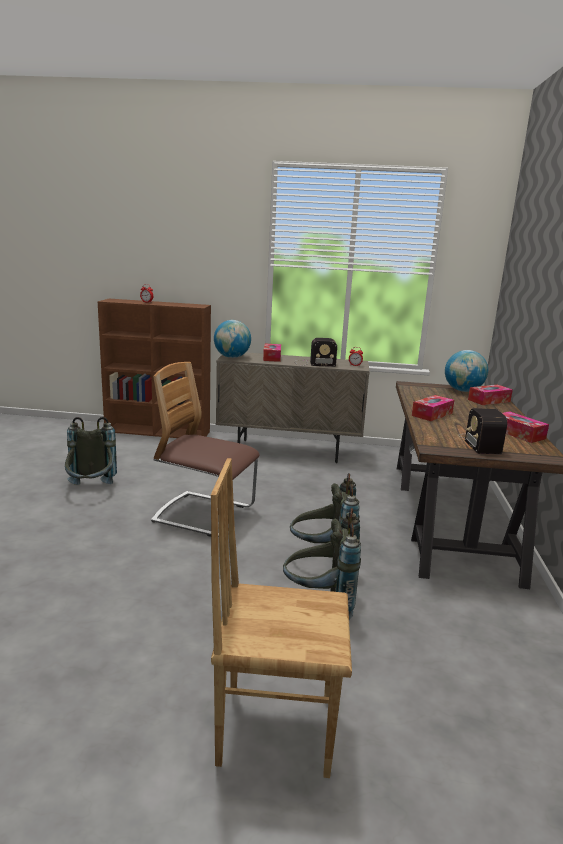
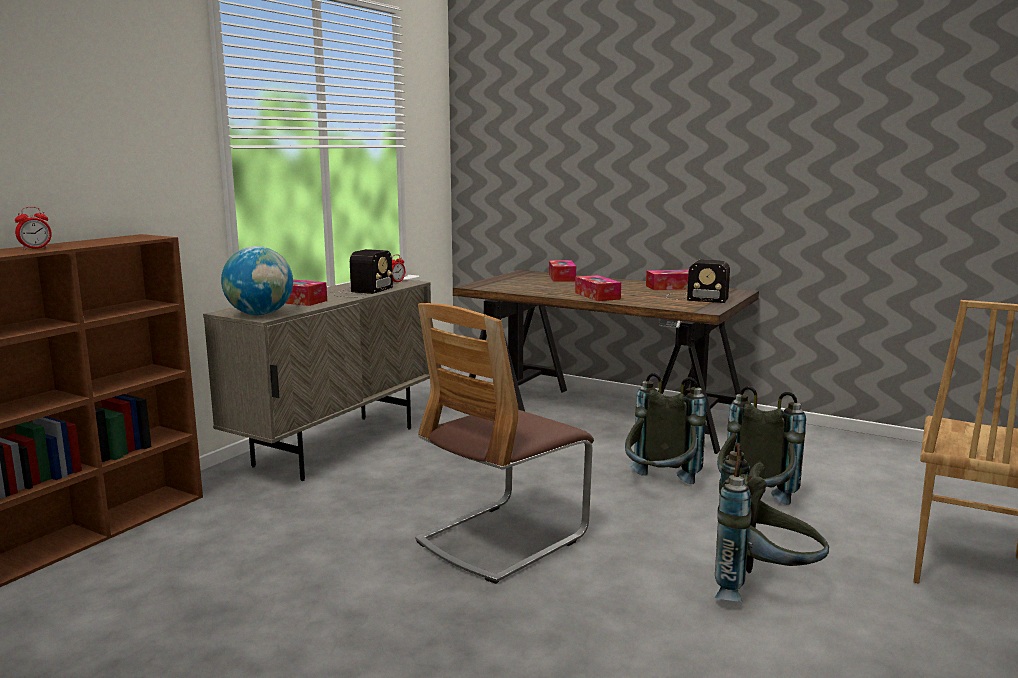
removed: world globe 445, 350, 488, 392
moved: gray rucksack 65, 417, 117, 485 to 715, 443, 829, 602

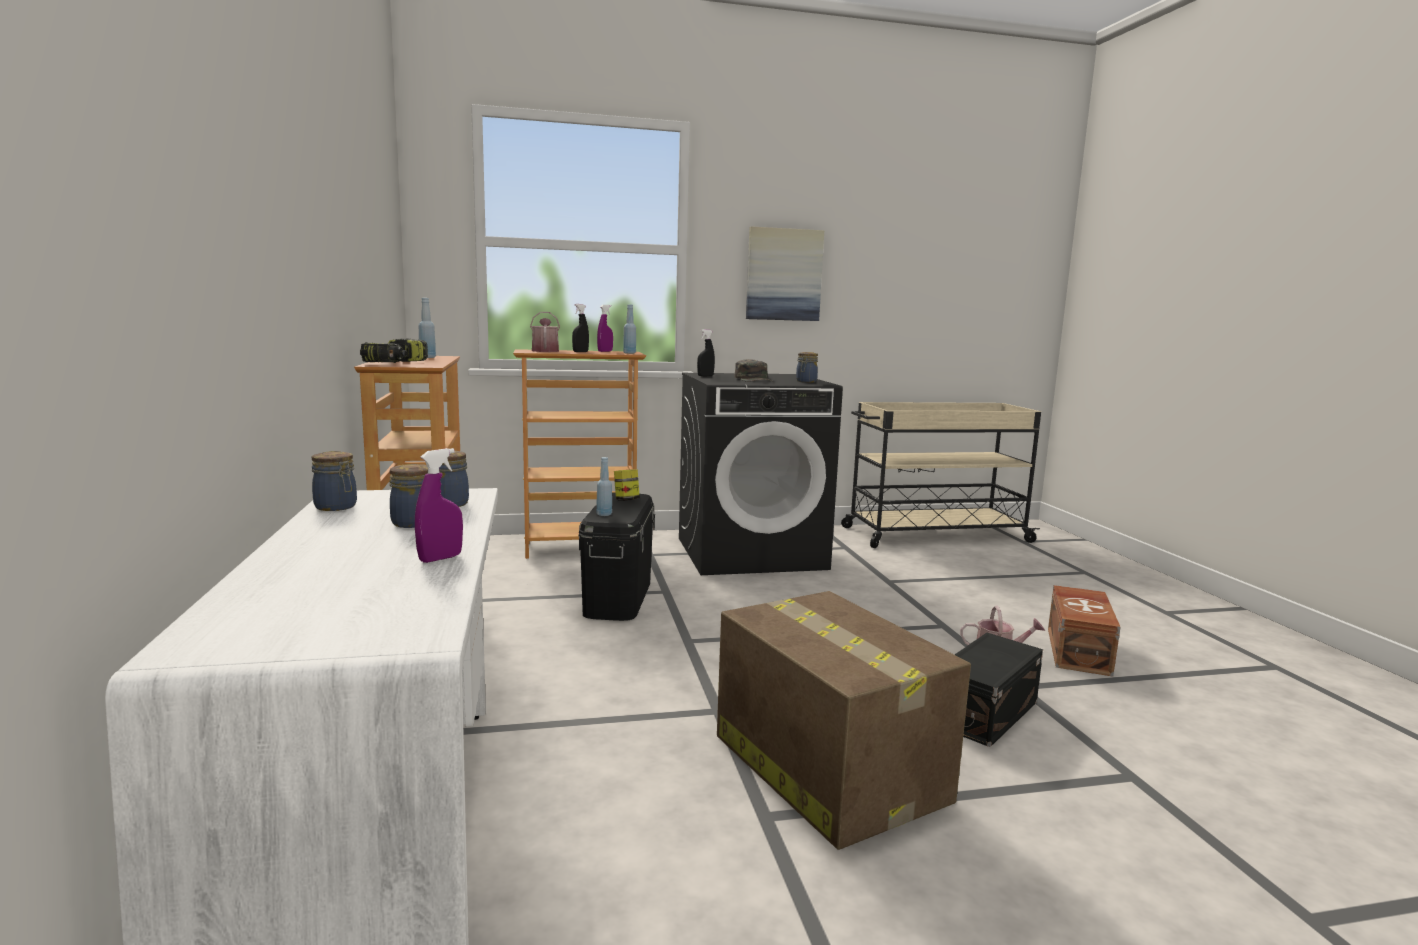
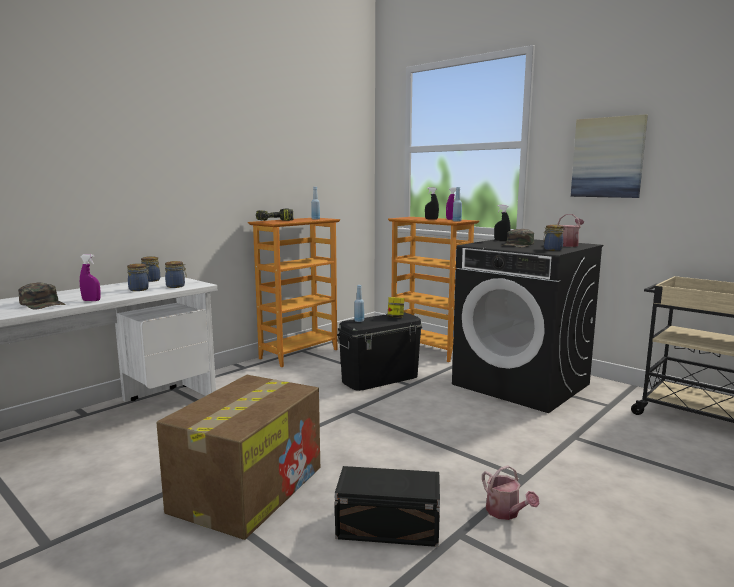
removed: brown storage box 1048, 585, 1121, 677
added: green cap 18, 283, 66, 310
moved: watering pot 530, 312, 560, 352 to 557, 214, 584, 247

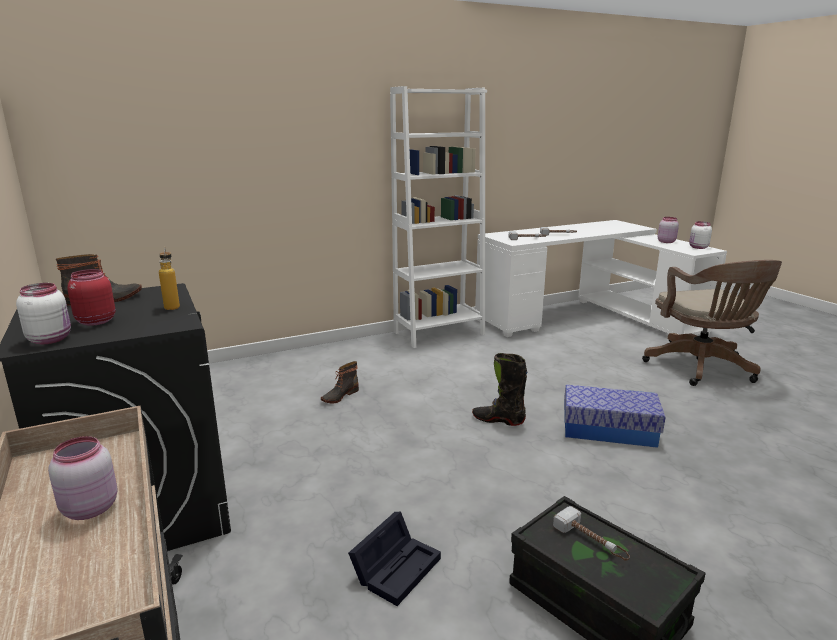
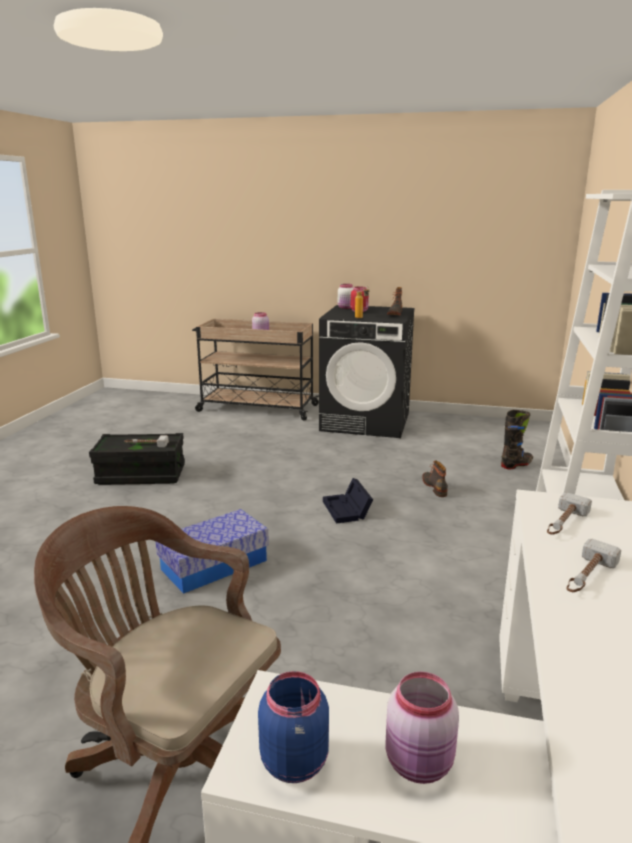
moved: black-coloured boot 472, 353, 527, 426 to 501, 410, 533, 470; black-coloured storage box 348, 512, 441, 606 to 323, 478, 373, 524
recoloured: white-coloured jar 689, 221, 712, 249 to blue jar 258, 671, 329, 783

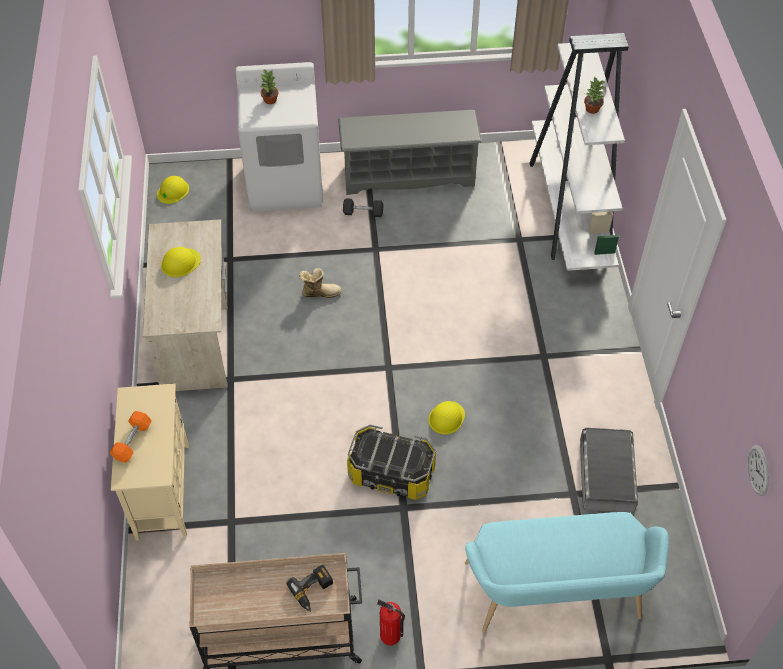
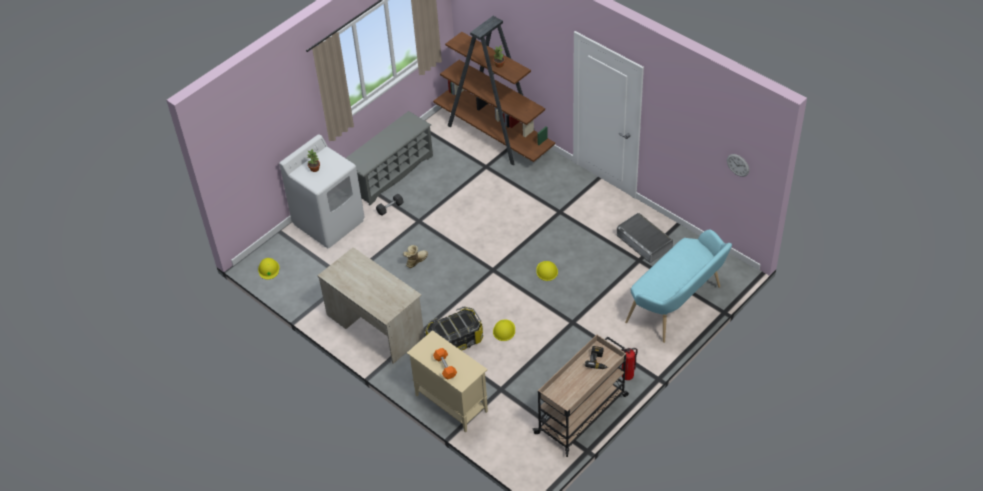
moved: yellowish hard hat 161, 247, 201, 277 to 493, 320, 515, 341; storage box 347, 425, 436, 500 to 425, 306, 483, 351
recoloured: white-coloured bookshelf 530, 33, 629, 271 to brown bookshelf 433, 16, 555, 165

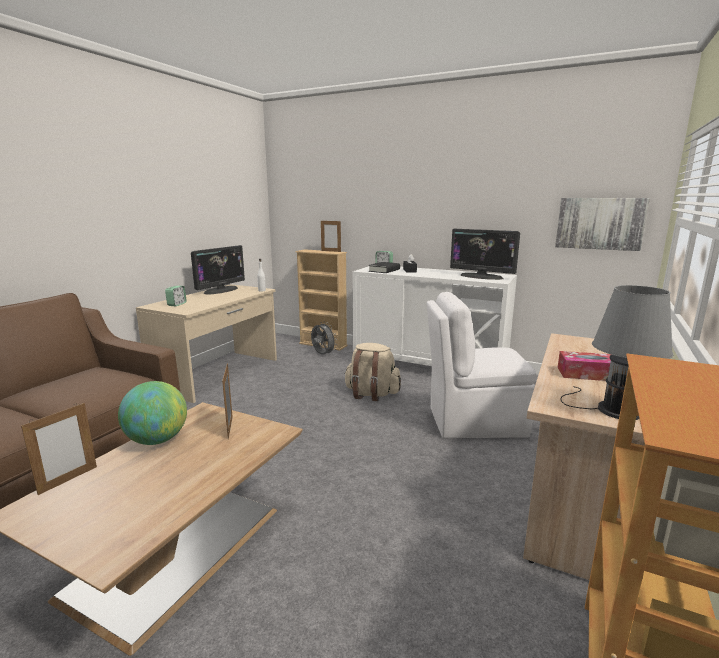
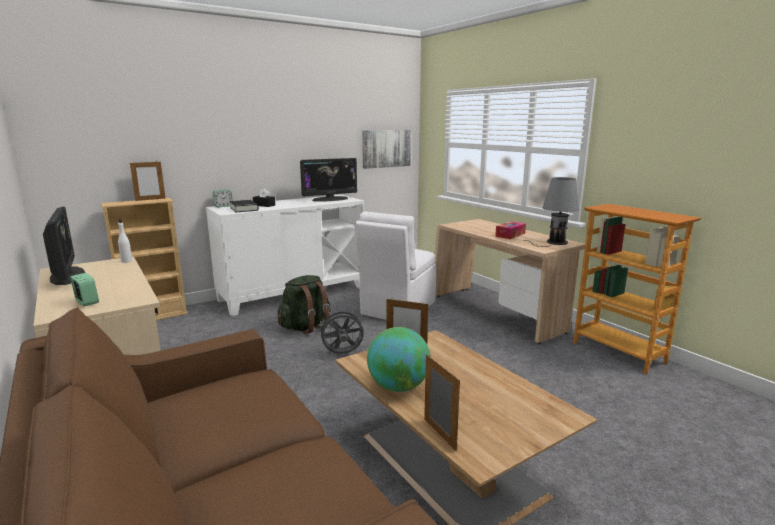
moved: gray fan 311, 322, 337, 355 to 318, 308, 365, 354
recoloured: beige-coloured rucksack 344, 343, 401, 401 to green rucksack 278, 275, 331, 334

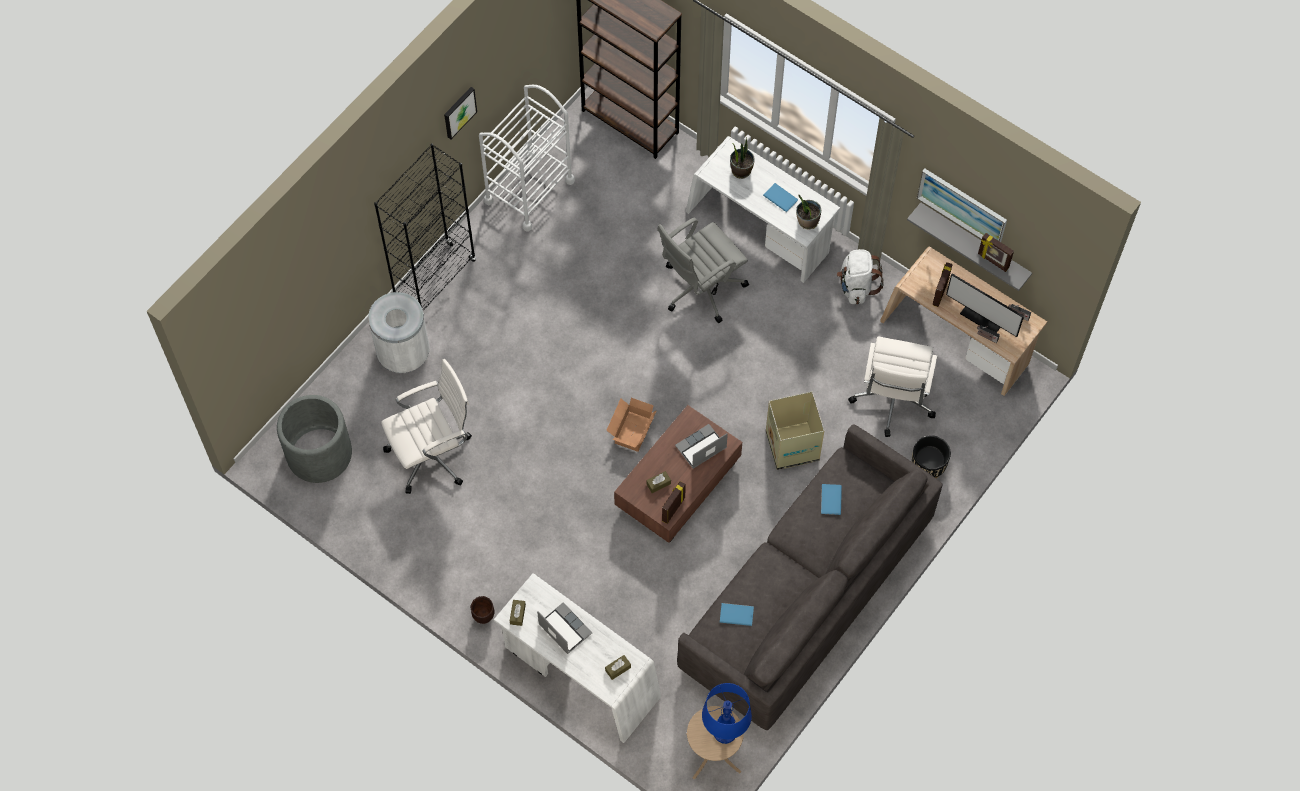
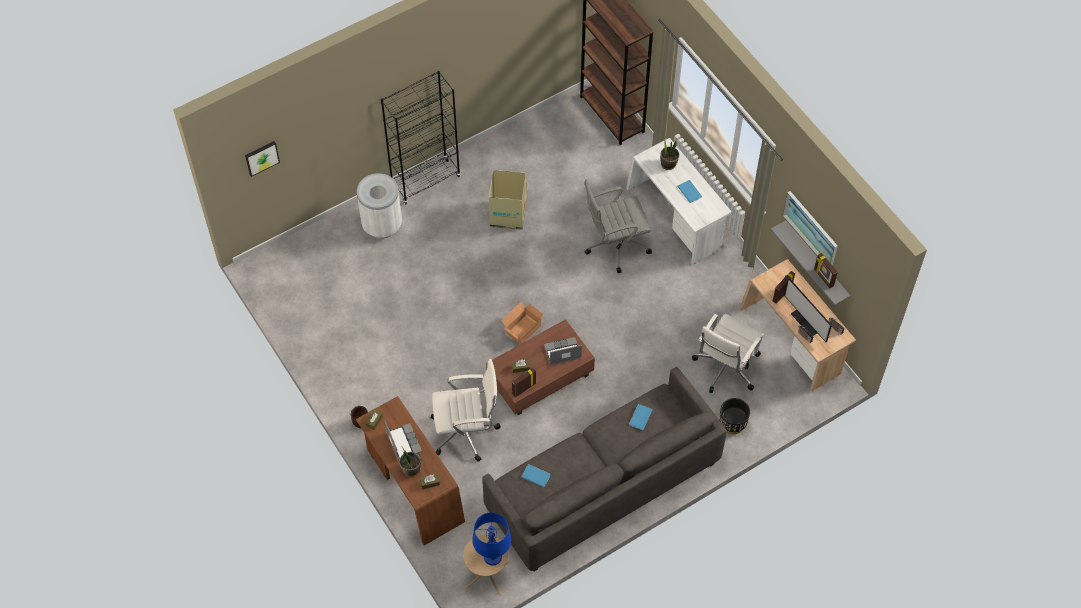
removed: white-coloured wheeled cart 479, 85, 575, 232; white-coloured rucksack 837, 249, 884, 304; gray plant pot 277, 395, 352, 483
moved: wall picture 444, 87, 477, 139 to 245, 141, 280, 177; houseplant 796, 195, 821, 230 to 399, 447, 421, 477; white-coloured computer chair 381, 359, 472, 494 to 431, 359, 501, 461; cardboard box 766, 392, 824, 470 to 489, 170, 527, 230
recoloured: white-coloured desk 494, 573, 661, 743 to brown desk 356, 396, 465, 546

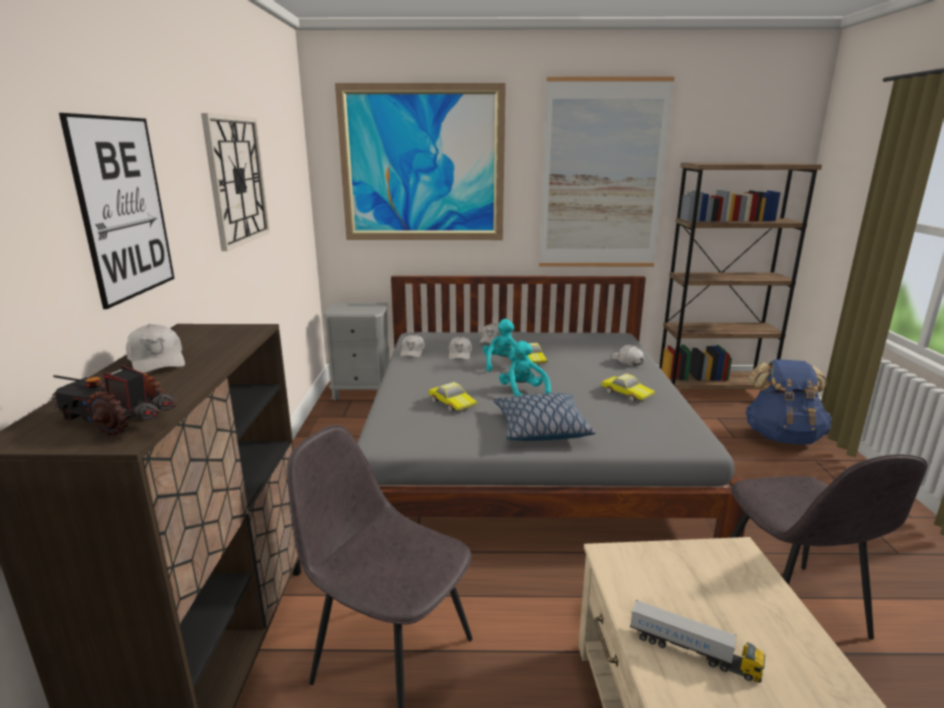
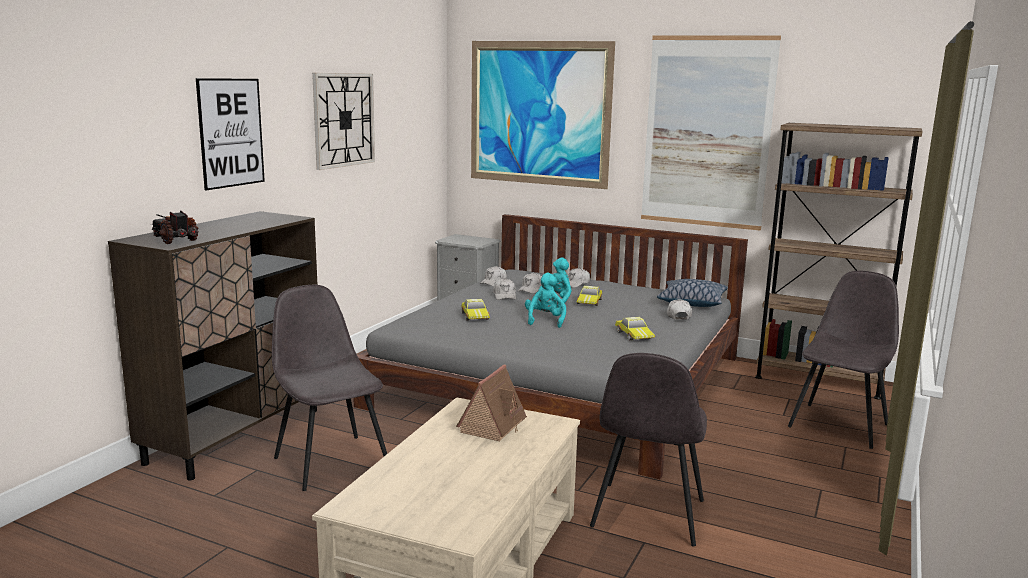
removed: model truck 630, 599, 765, 683
added: miniature house 456, 364, 527, 441
moved: white-coloured cap 126, 324, 185, 374 to 493, 278, 516, 300; throw pillow 493, 393, 596, 441 to 657, 279, 728, 307
replaced: blue rucksack 745, 359, 832, 445 to gray upright chair 788, 271, 899, 449

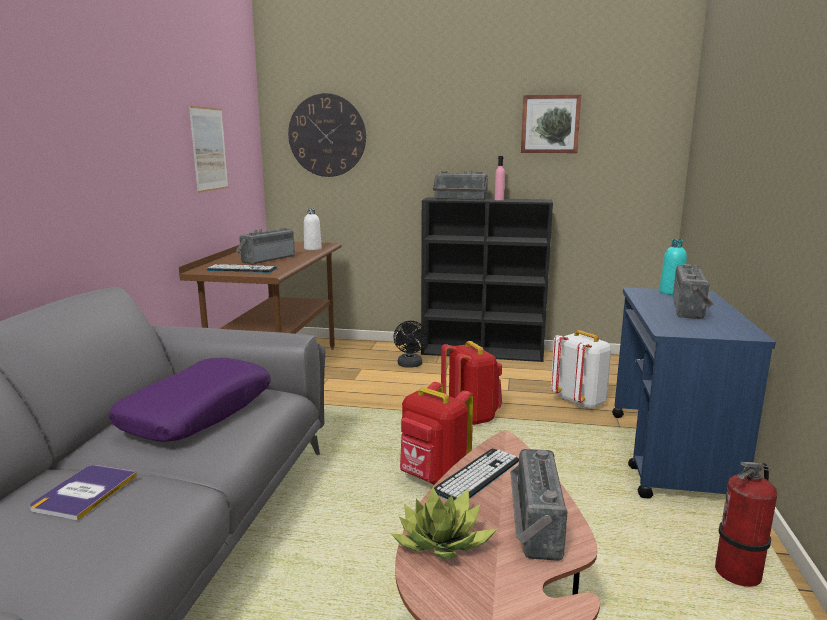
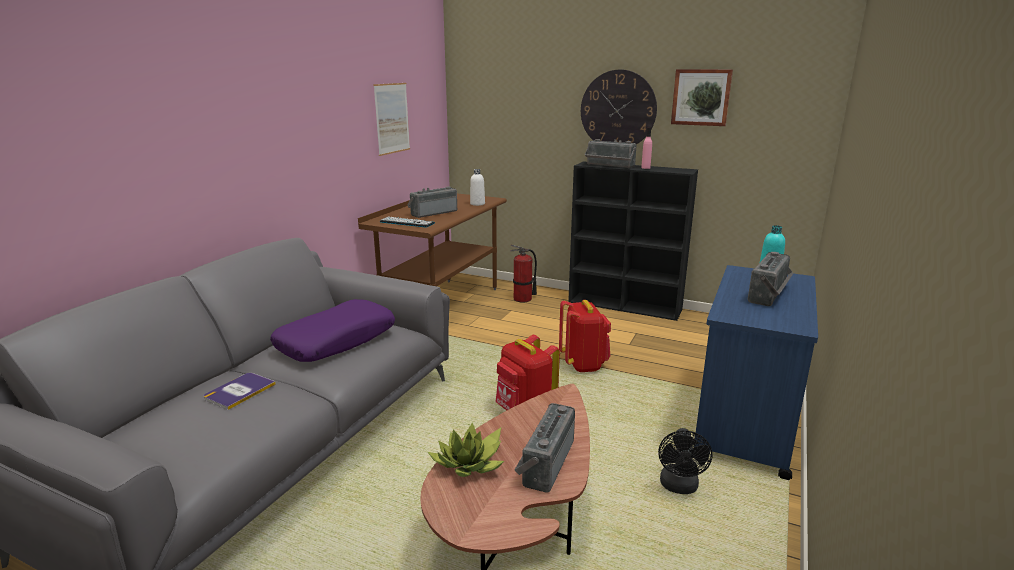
removed: white-coloured rucksack 551, 330, 611, 410; computer keyboard 434, 449, 519, 500
moved: wall clock 288, 93, 366, 177 to 581, 70, 657, 144; black-coloured fan 393, 321, 427, 367 to 658, 428, 713, 494; extinguisher 715, 462, 778, 587 to 510, 245, 537, 302

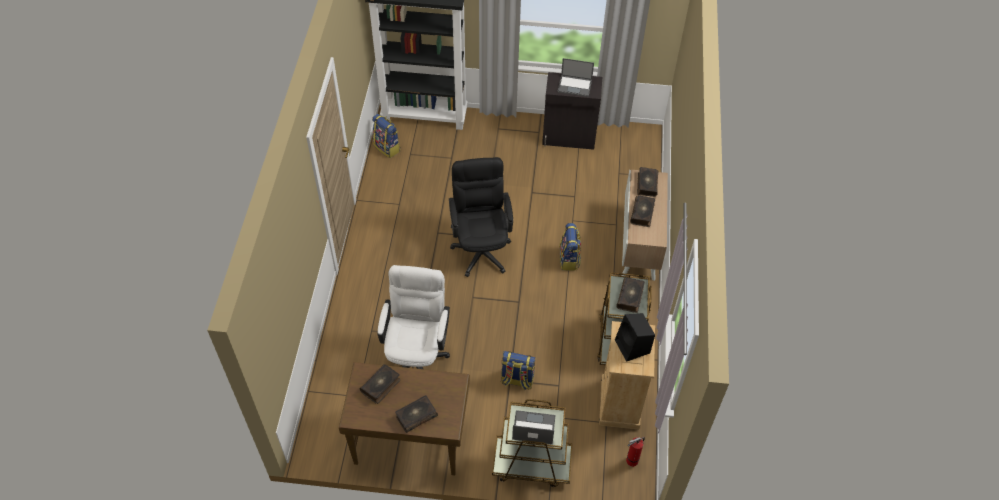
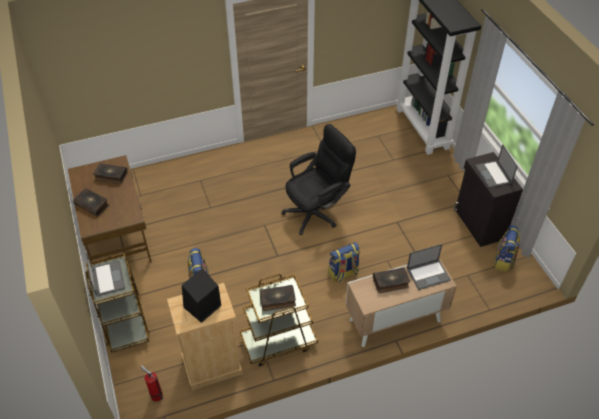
removed: white-coloured computer chair 377, 265, 450, 369
moved: rucksack 372, 114, 401, 158 to 494, 225, 520, 272
replaced: bound book 637, 167, 659, 197 to portable computer 407, 244, 451, 290

